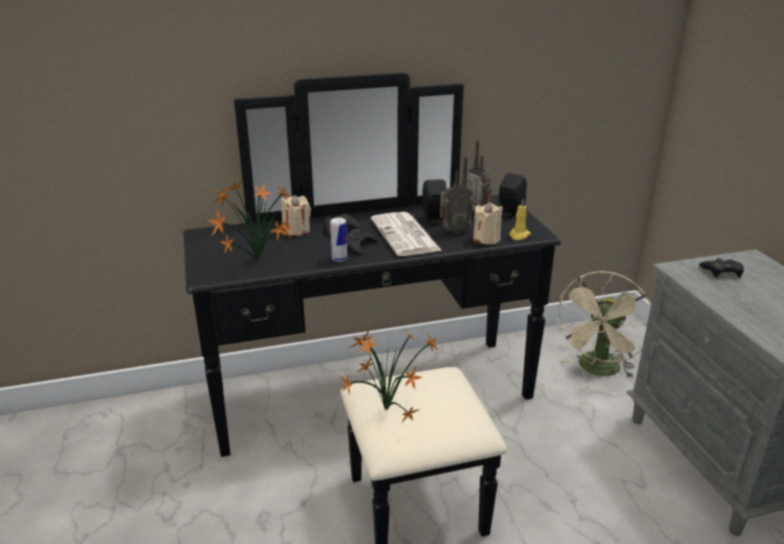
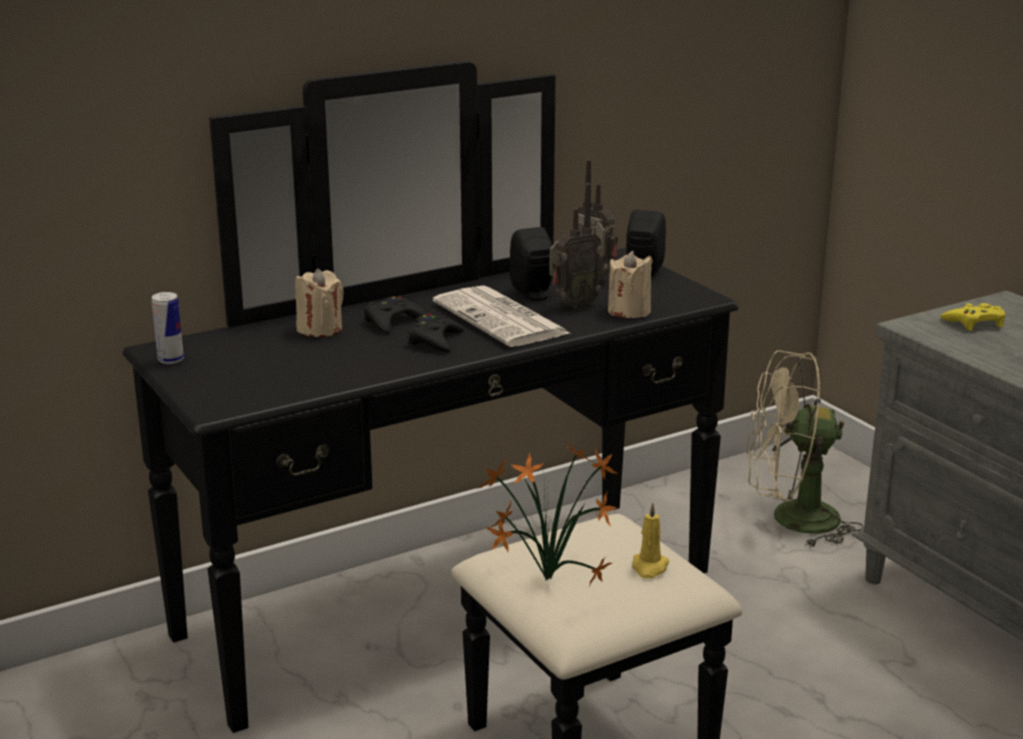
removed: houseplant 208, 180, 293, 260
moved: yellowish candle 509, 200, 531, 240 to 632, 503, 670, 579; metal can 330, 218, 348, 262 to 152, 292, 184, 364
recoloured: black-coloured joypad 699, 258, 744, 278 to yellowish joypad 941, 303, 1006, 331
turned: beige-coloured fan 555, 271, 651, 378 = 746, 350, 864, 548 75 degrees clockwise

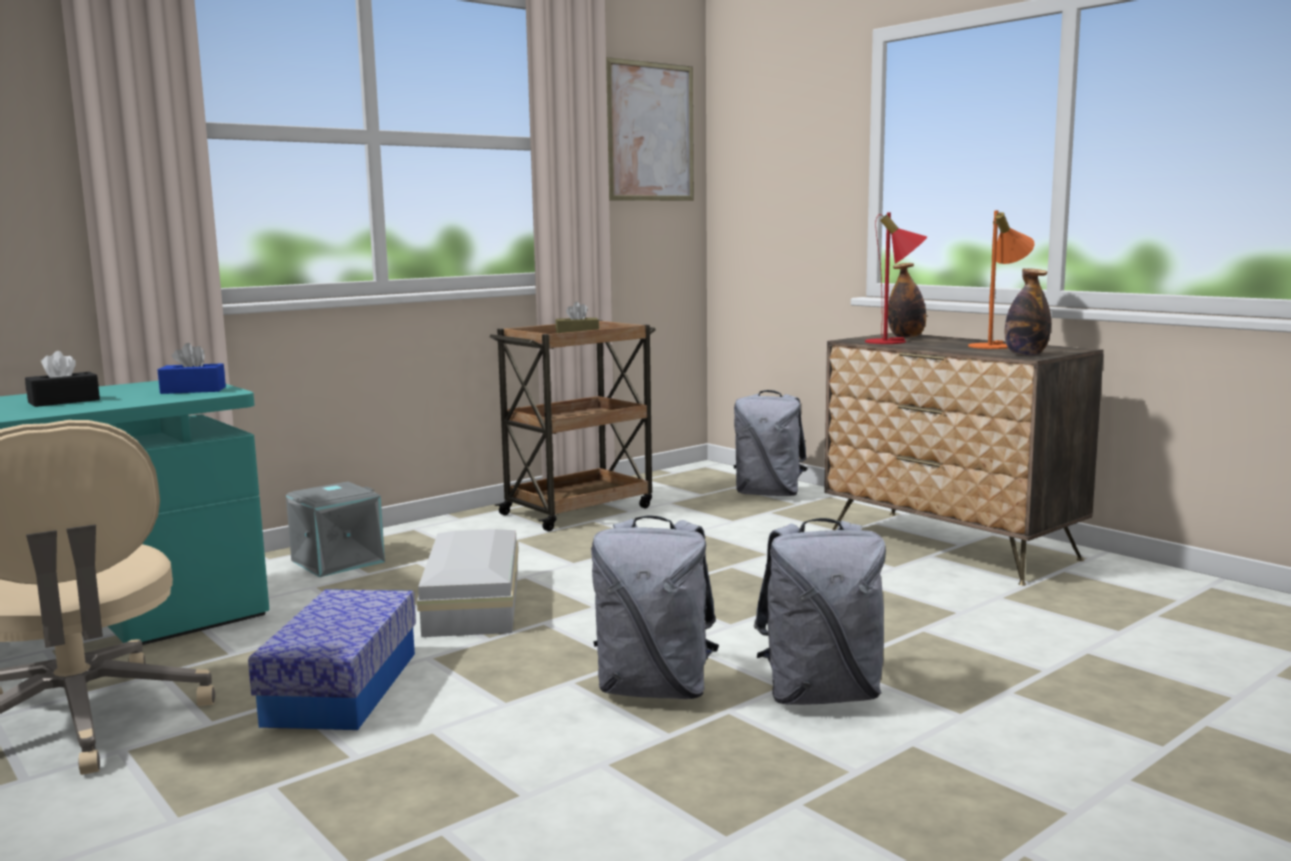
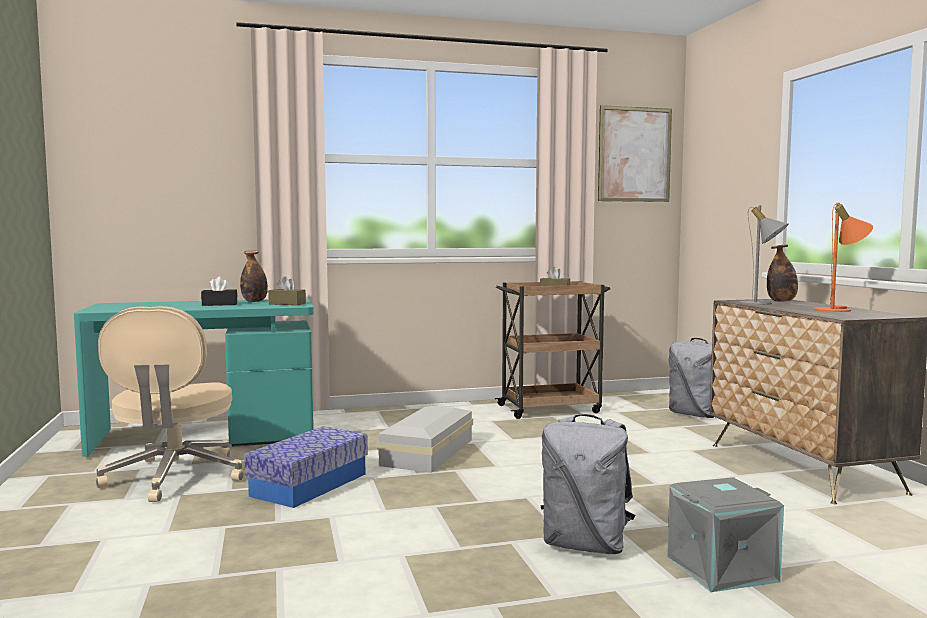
removed: gray rucksack 591, 516, 719, 699
moved: bottle 1005, 268, 1051, 356 to 240, 250, 268, 302; gray storage box 286, 482, 385, 577 to 667, 477, 784, 592
recoloured: reddish tabletop lamp 865, 212, 927, 344 to gray tabletop lamp 739, 205, 789, 305; blue box of tissues 158, 343, 226, 394 to brown box of tissues 268, 276, 306, 305

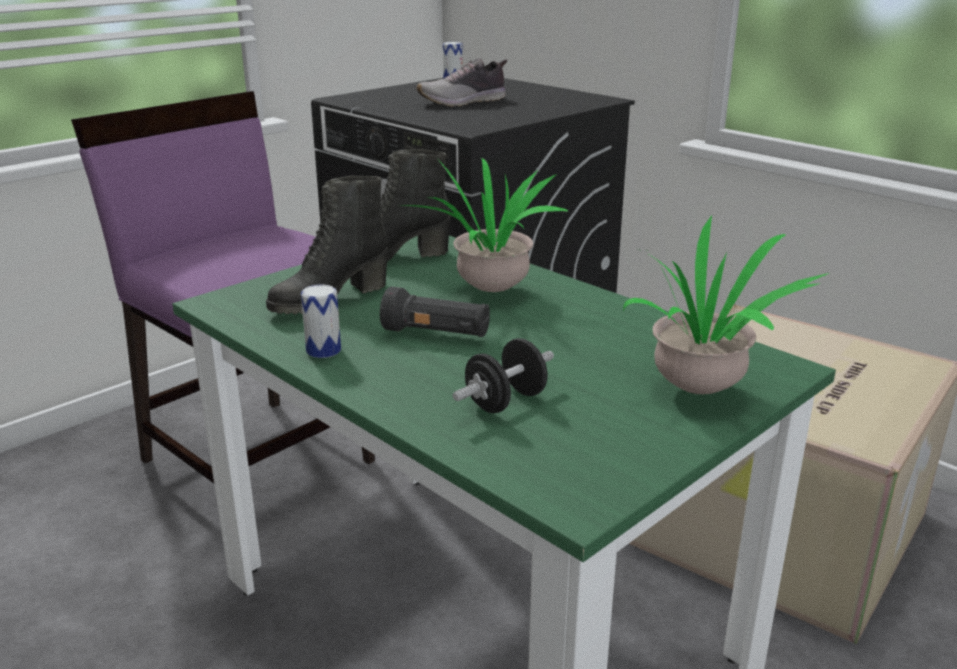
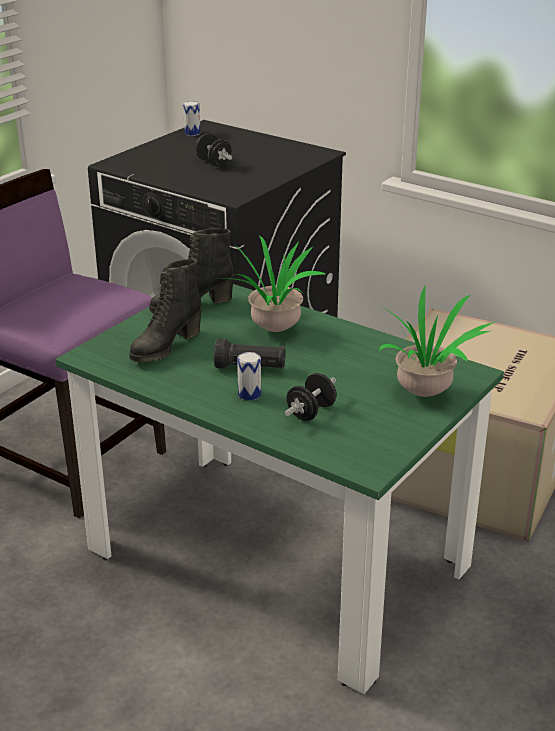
moved: metal can 301, 284, 341, 358 to 237, 352, 261, 401
replaced: item of footwear 417, 58, 507, 107 to black-coloured hand weight 195, 133, 232, 167

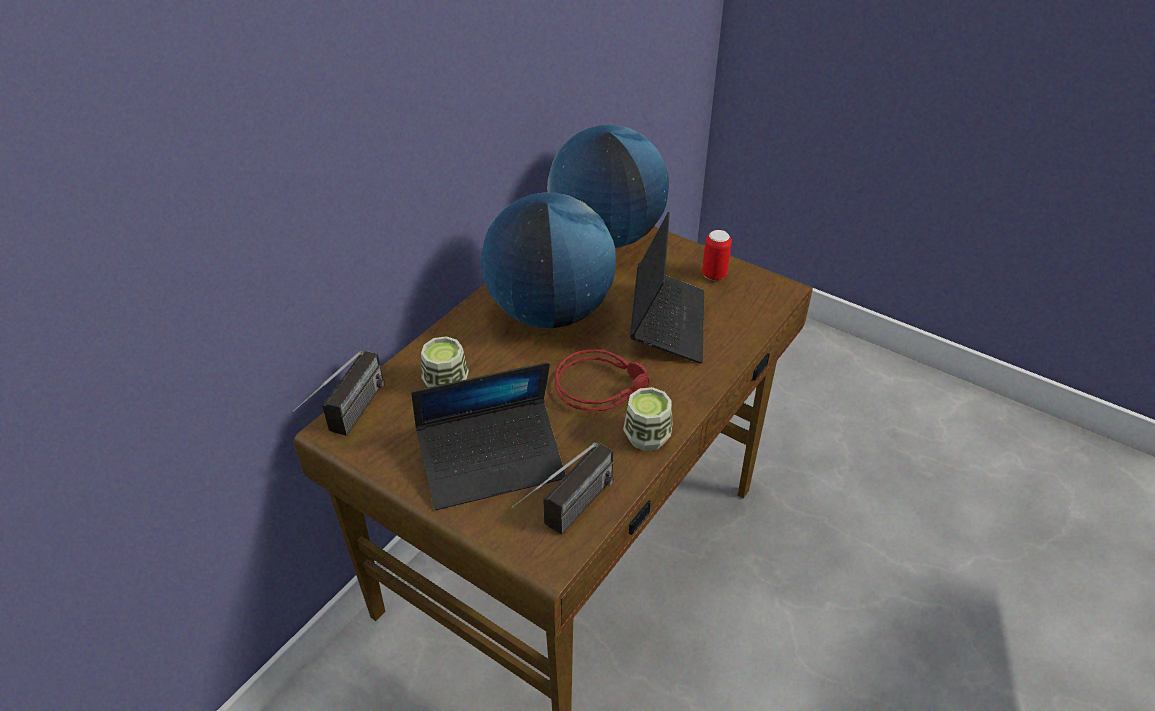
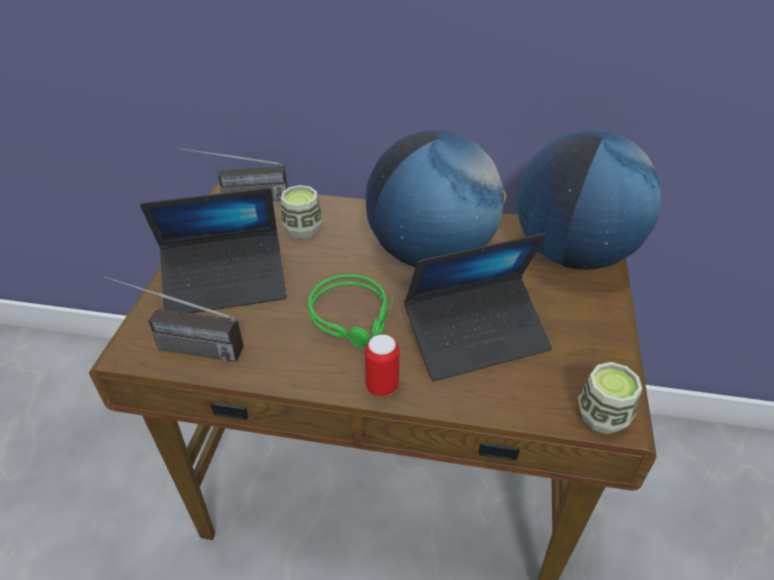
moved: metal can 702, 230, 732, 281 to 365, 334, 400, 397; drinking cup 623, 387, 673, 451 to 578, 362, 642, 434
recoloured: reddish headphones 555, 349, 650, 411 to green headphones 308, 274, 393, 348
turned: portable computer 411, 362, 566, 510 = 140, 188, 287, 313 60 degrees counterclockwise

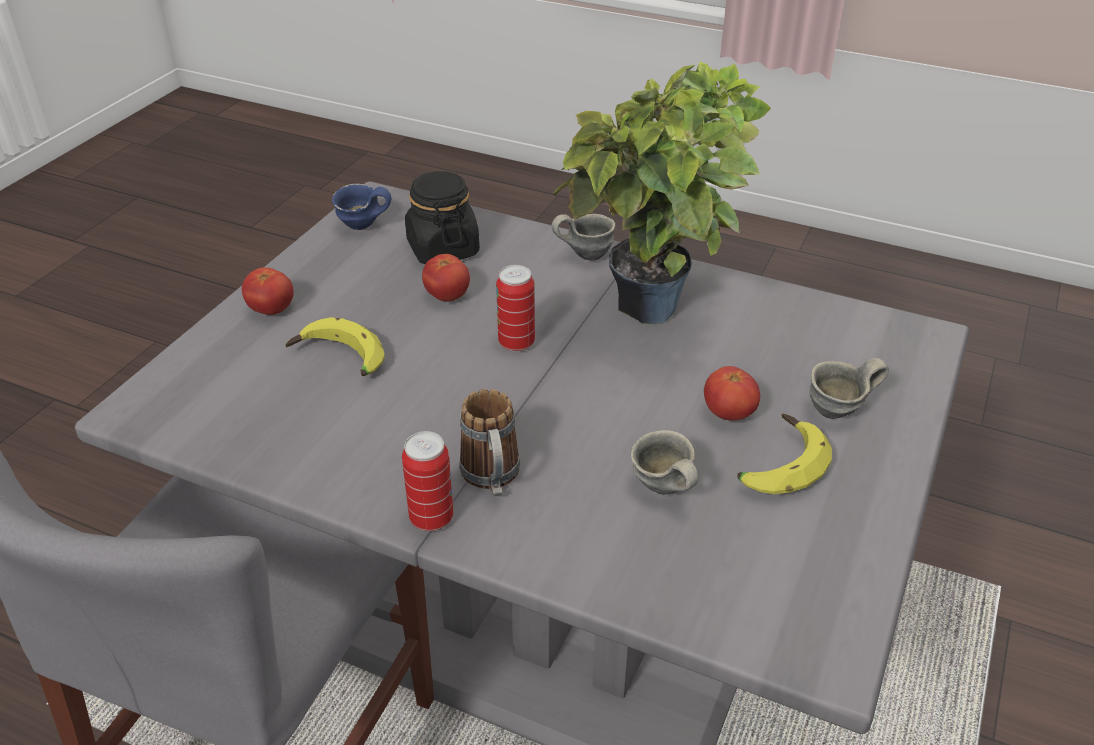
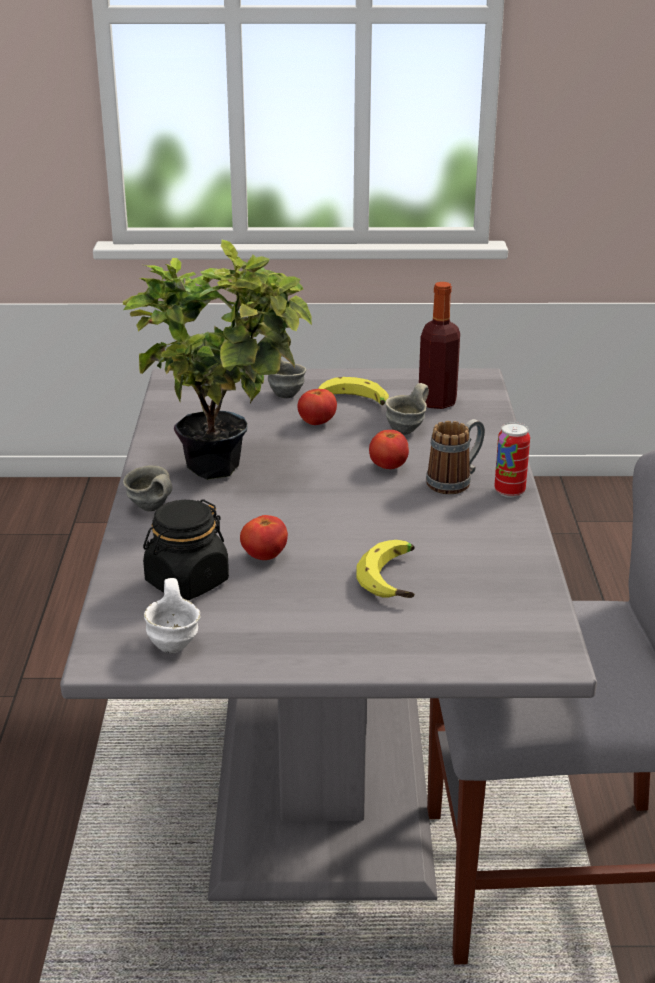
removed: metal can 496, 265, 535, 352
added: bottle 419, 282, 460, 409
moved: whole tomato 242, 268, 294, 315 to 369, 430, 409, 469
recoloured: blue tea mug 332, 184, 392, 230 to white-coloured tea mug 144, 578, 201, 653

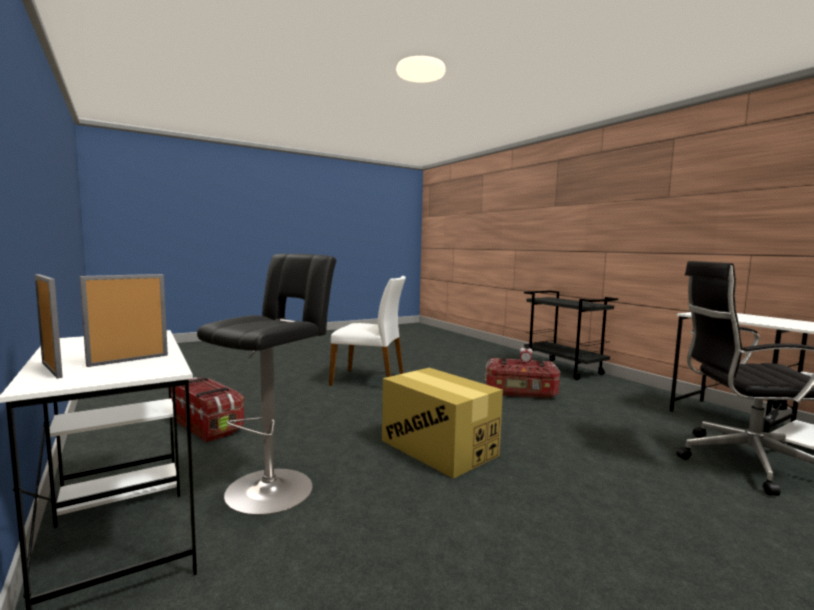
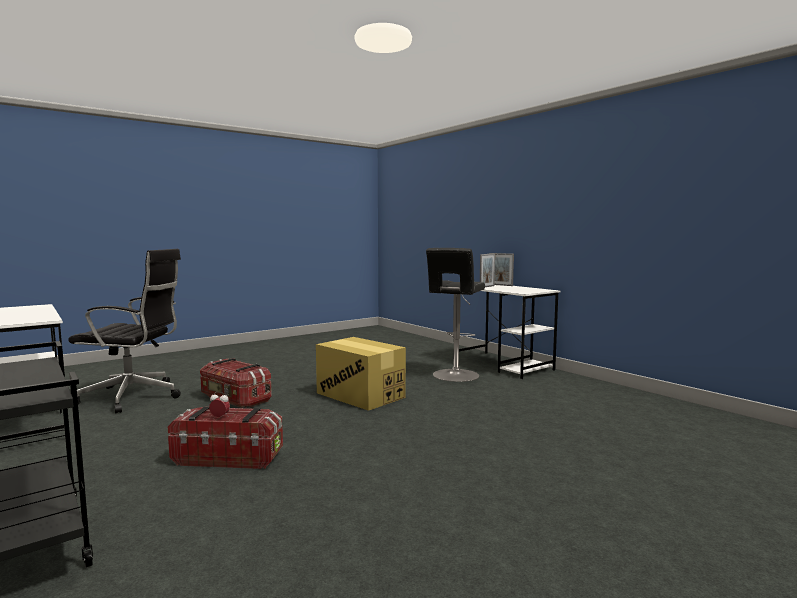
removed: white-coloured upright chair 329, 276, 406, 386
moved: storage box 171, 377, 244, 442 to 200, 358, 272, 408

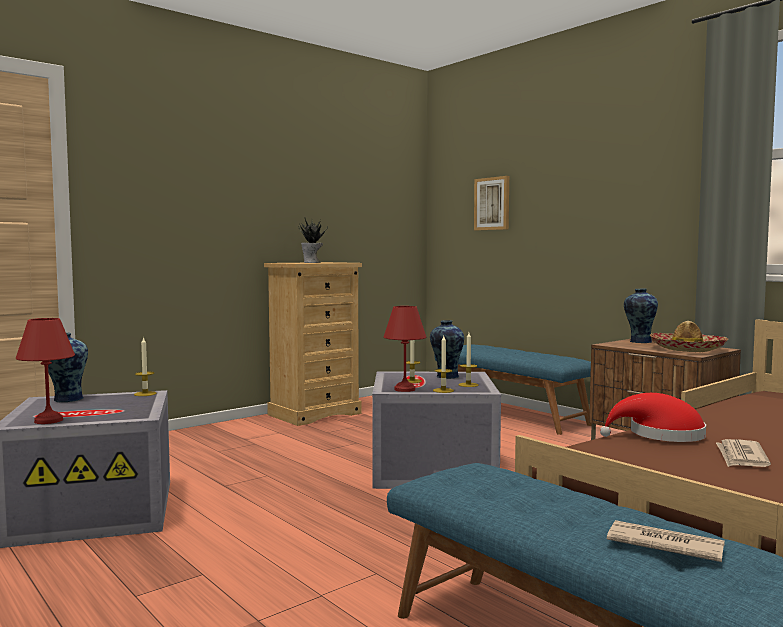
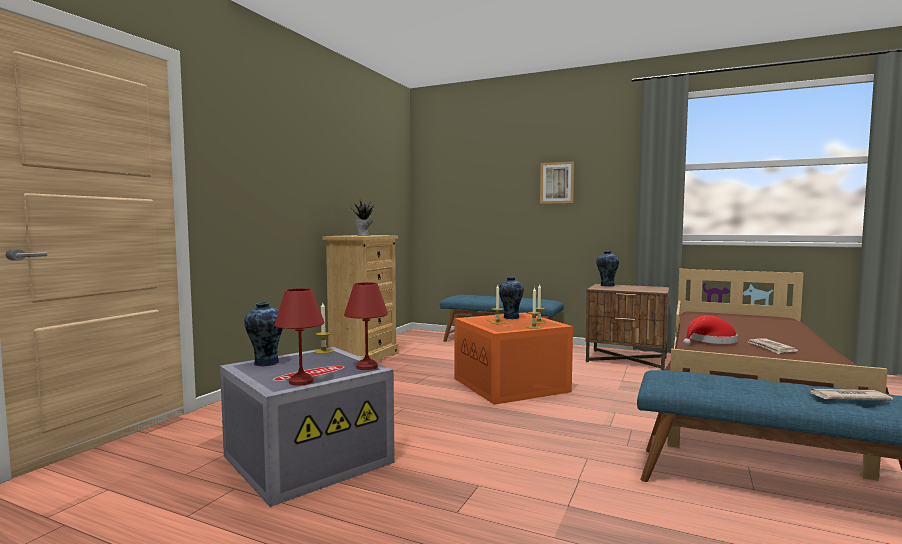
removed: clothing hat 650, 321, 728, 352
moved: wall picture 474, 176, 509, 230 to 540, 161, 575, 204; reddish tabletop lamp 384, 306, 426, 392 to 344, 282, 388, 370
recoloured: gray storage box 372, 372, 501, 489 to orange-coloured storage box 455, 313, 573, 405

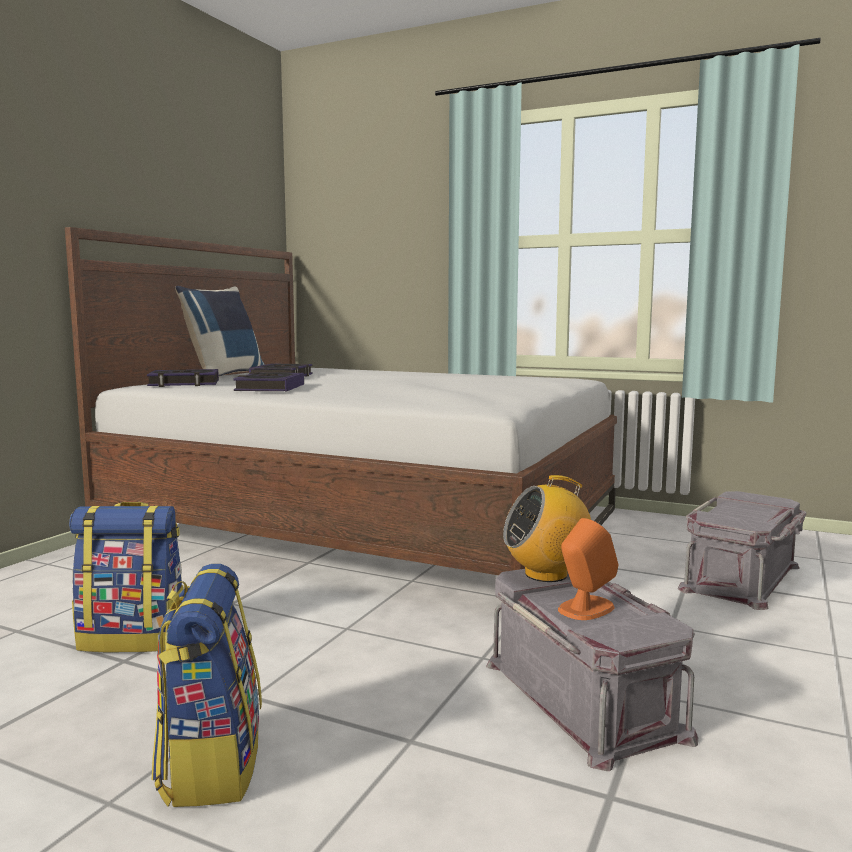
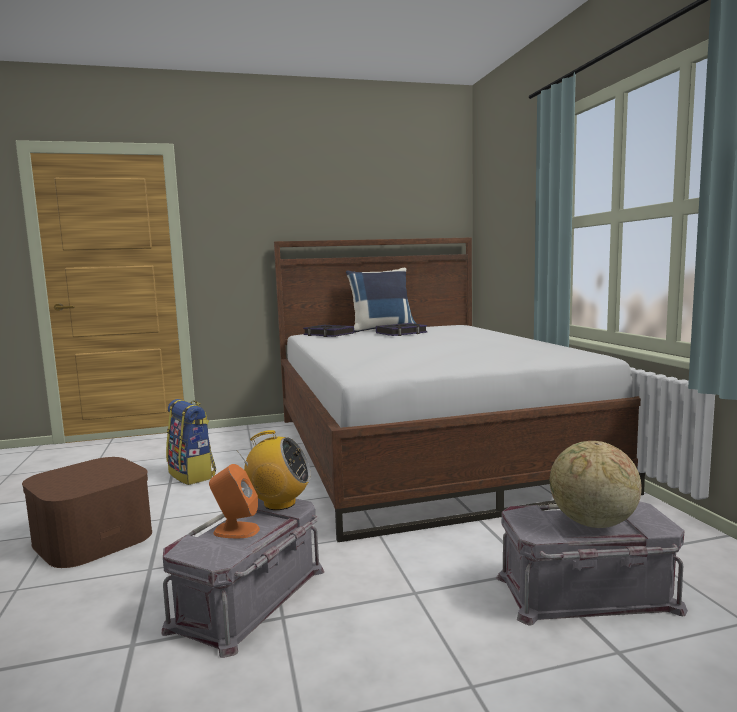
removed: bound book 233, 372, 304, 391
added: world globe 550, 441, 642, 528
replaced: rucksack 152, 564, 262, 807 to brown storage box 22, 457, 152, 568
turned: radio receiver 503, 475, 591, 582 = 236, 430, 311, 510 150 degrees clockwise

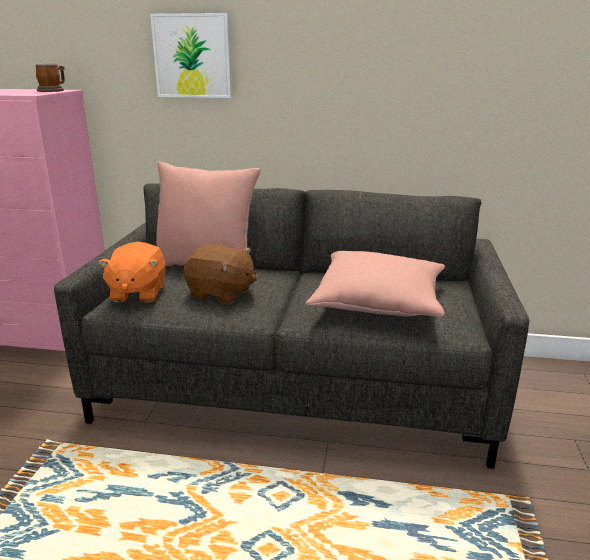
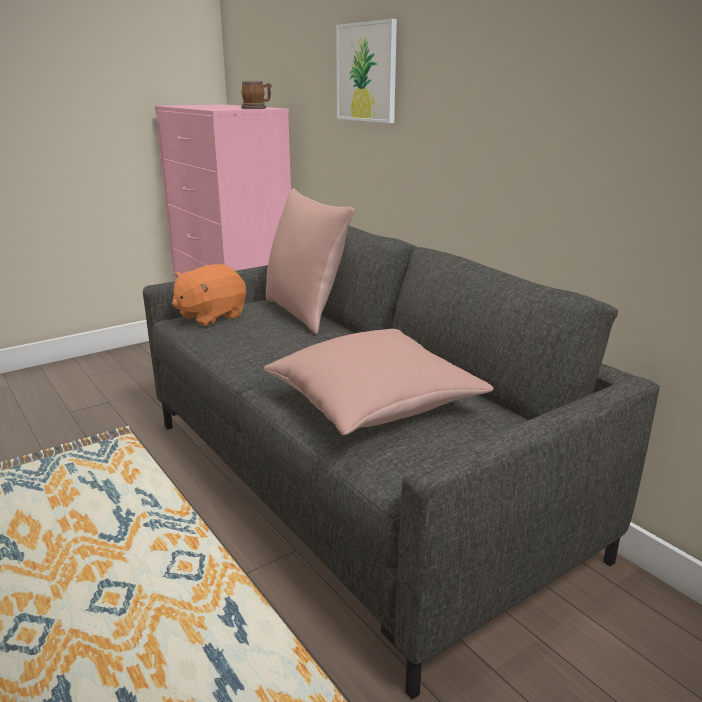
removed: brown soft toy 184, 244, 257, 304

